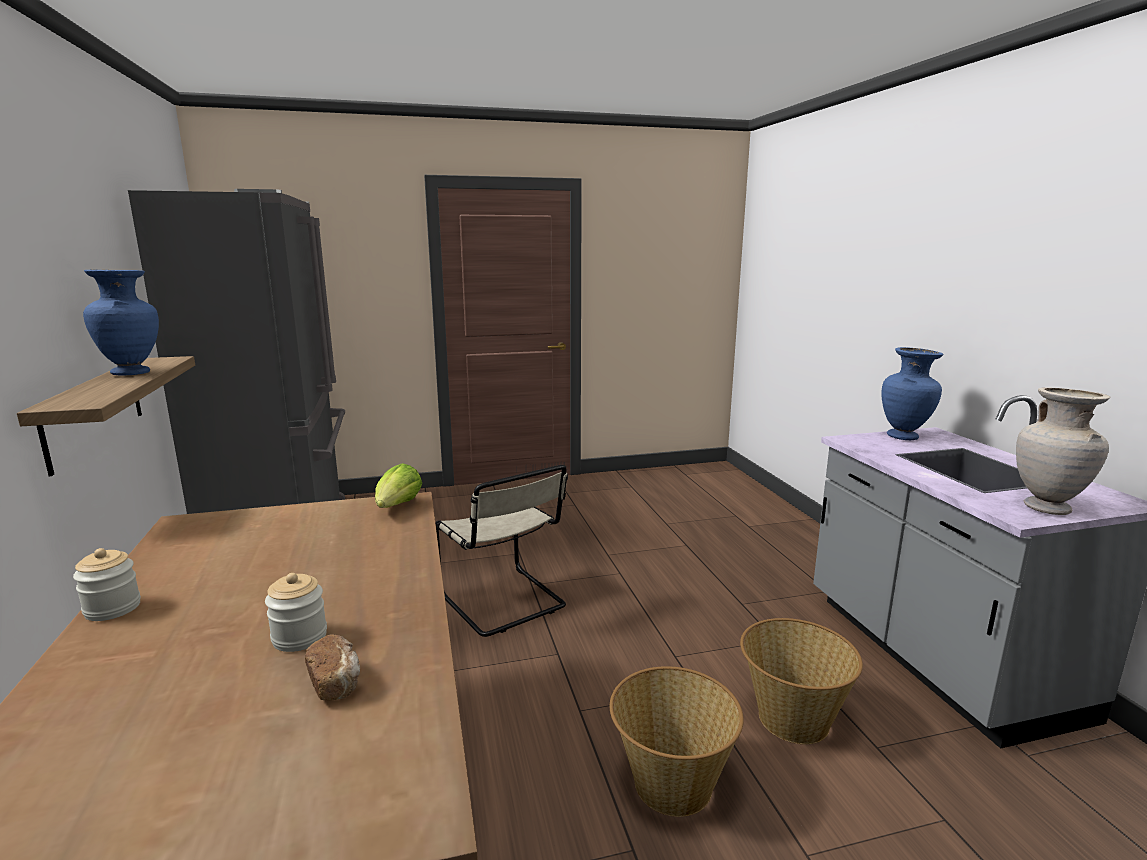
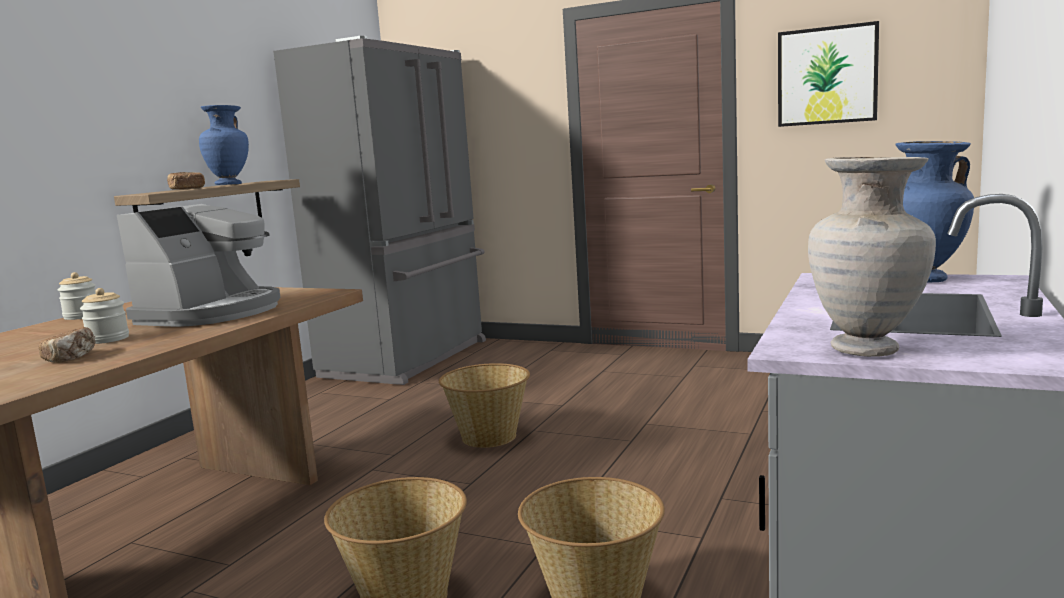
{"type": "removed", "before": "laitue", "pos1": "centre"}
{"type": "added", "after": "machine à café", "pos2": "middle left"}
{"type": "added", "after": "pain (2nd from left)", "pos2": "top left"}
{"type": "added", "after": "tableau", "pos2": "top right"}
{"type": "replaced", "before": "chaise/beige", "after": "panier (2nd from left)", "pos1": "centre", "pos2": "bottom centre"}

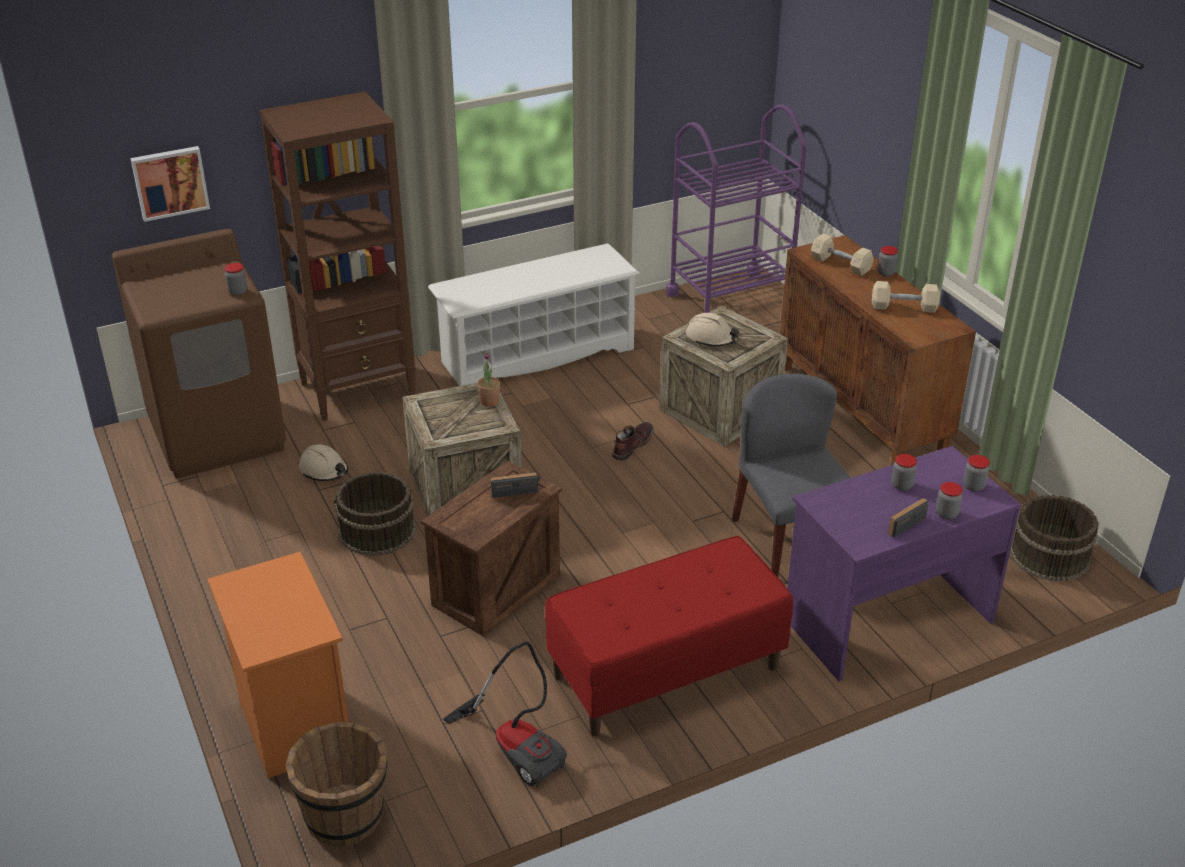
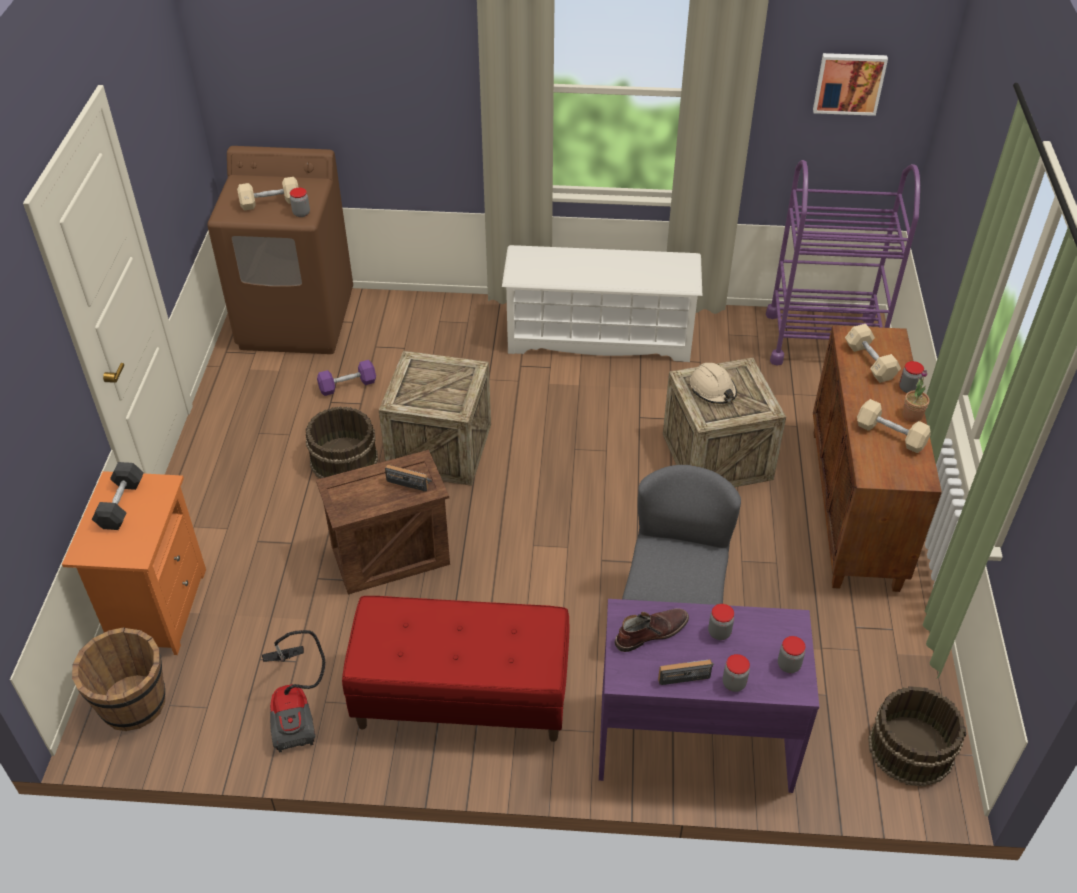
{"type": "removed", "before": "bibliothèque/marron", "pos1": "top left"}
{"type": "added", "after": "haltère/noir", "pos2": "middle left"}
{"type": "added", "after": "haltère/beige (1st from left)", "pos2": "top left"}
{"type": "moved", "before": "tableau", "pos1": "top left", "pos2": "top right"}
{"type": "moved", "before": "plante en pot", "pos1": "centre", "pos2": "middle right"}
{"type": "moved", "before": "botte/marron", "pos1": "centre", "pos2": "bottom centre"}
{"type": "replaced", "before": "casque de chantier/beige (1st from left)", "after": "haltère/violet", "pos1": "middle left", "pos2": "middle left"}

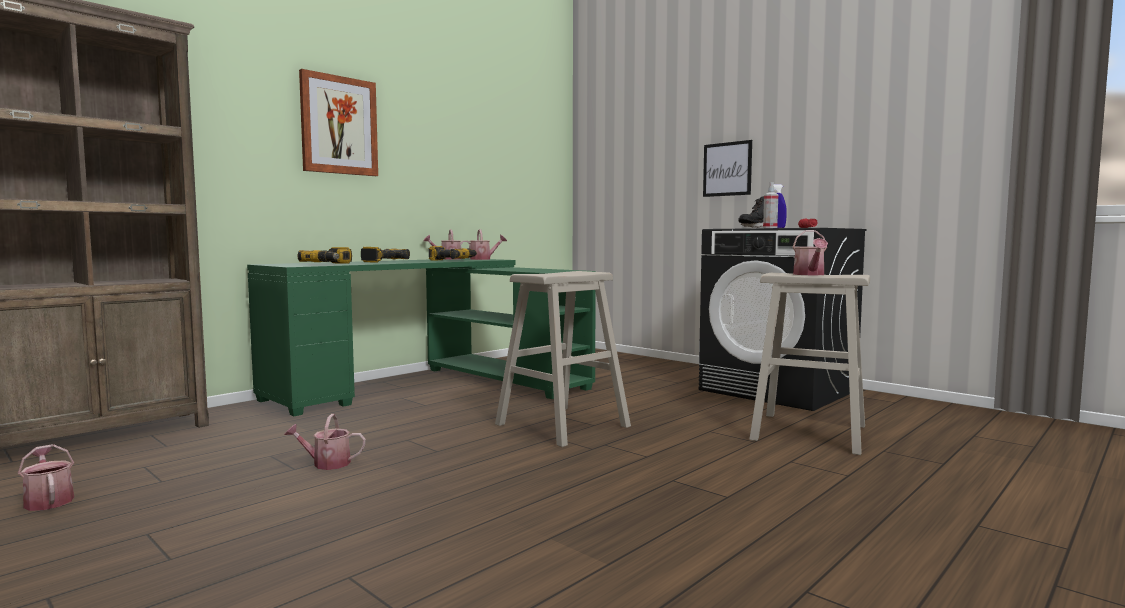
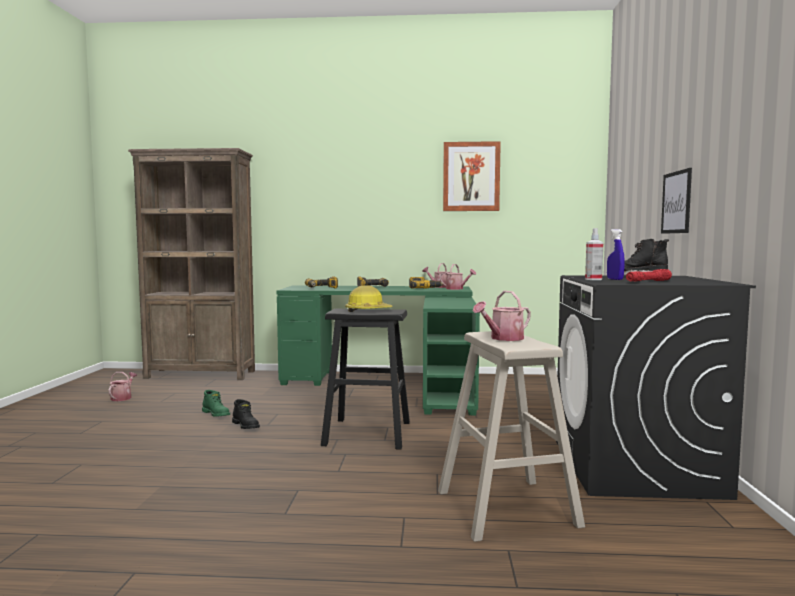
{"type": "added", "after": "botte/noir (1st from left)", "pos2": "bottom left"}
{"type": "added", "after": "casque de chantier", "pos2": "centre"}
{"type": "moved", "before": "tableau (1st from left)", "pos1": "top left", "pos2": "top centre"}
{"type": "replaced", "before": "arrosoir (2nd from left)", "after": "botte/vert", "pos1": "bottom left", "pos2": "bottom left"}
{"type": "recoloured", "before": "tabouret/beige (1st from left)", "after": "tabouret/noir", "pos1": "centre", "pos2": "centre"}

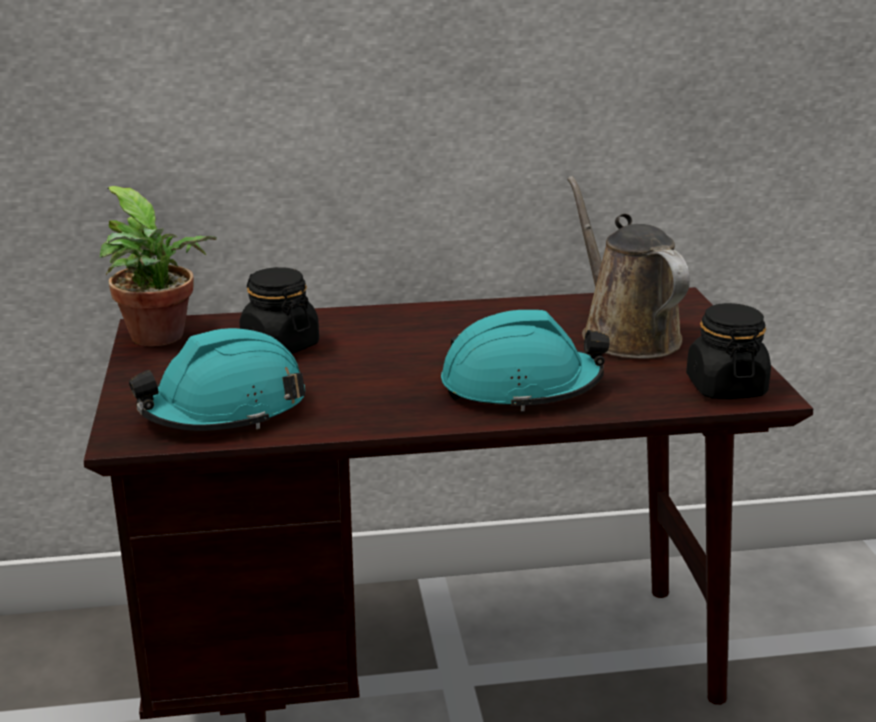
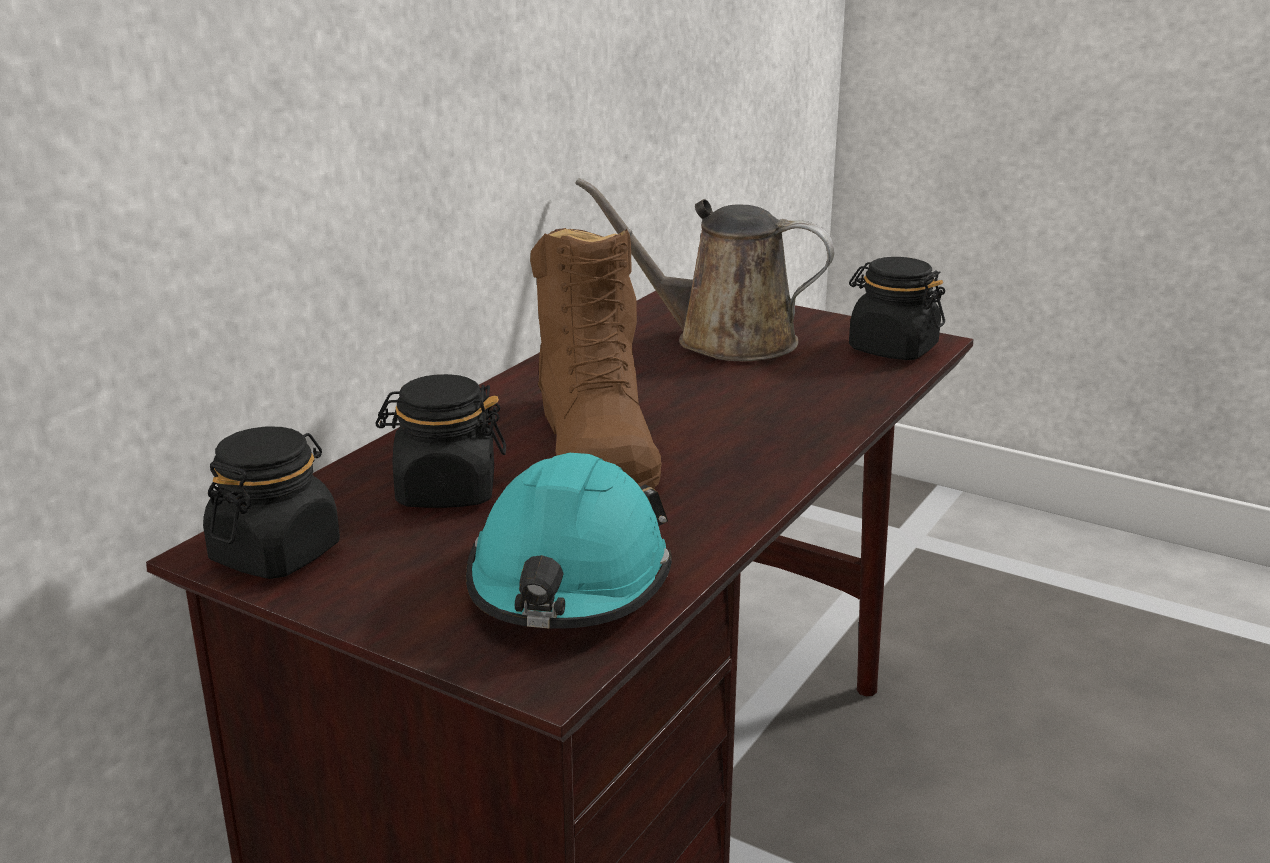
{"type": "removed", "before": "casque de chantier/turquoise (2nd from left)", "pos1": "centre"}
{"type": "added", "after": "botte/marron", "pos2": "centre"}
{"type": "replaced", "before": "plante en pot", "after": "bocal/noir (1st from left)", "pos1": "middle left", "pos2": "middle left"}

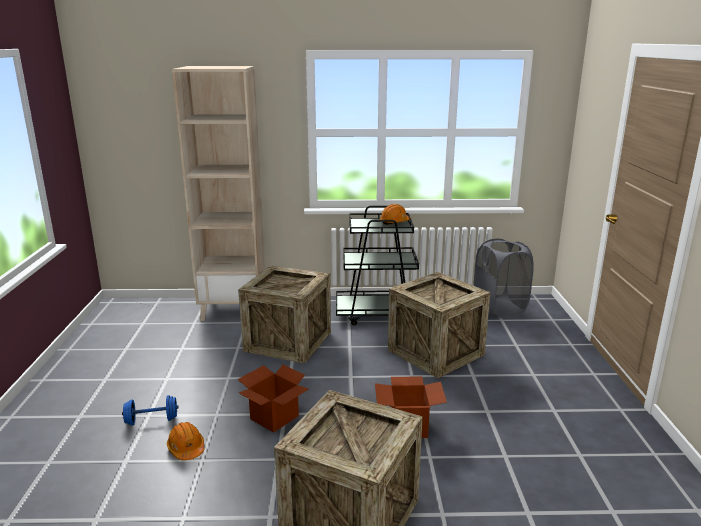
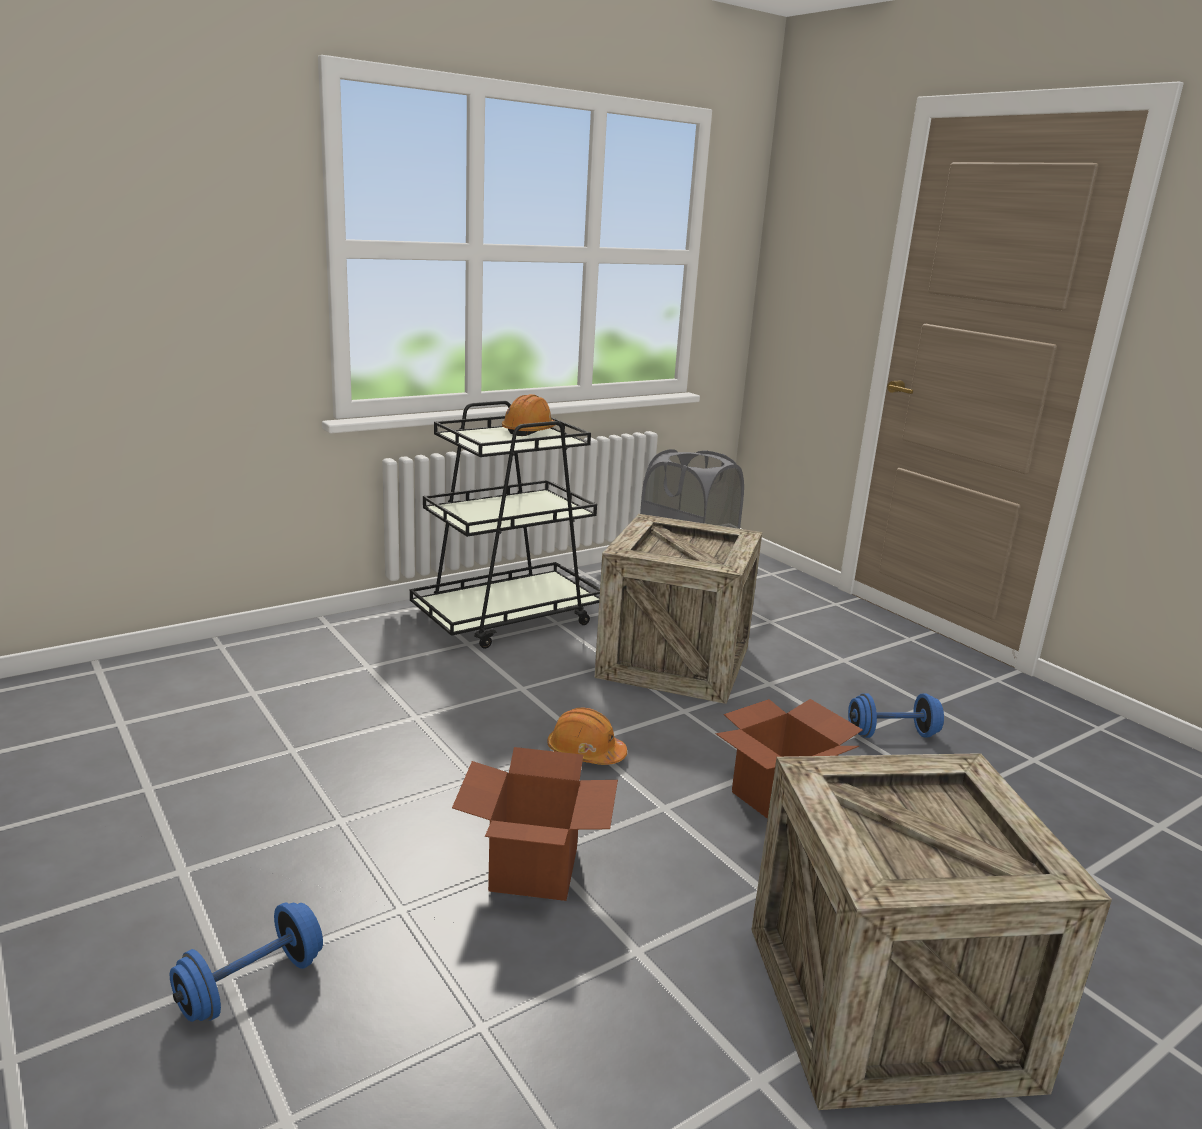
{"type": "removed", "before": "bibliothèque/beige", "pos1": "middle left"}
{"type": "removed", "before": "caisse (1st from left)", "pos1": "centre"}
{"type": "added", "after": "haltère/bleu (2nd from left)", "pos2": "middle right"}
{"type": "moved", "before": "casque de chantier/orange (1st from left in the first image)", "after": "casque de chantier/orange (2nd from left)", "pos1": "bottom left", "pos2": "centre"}

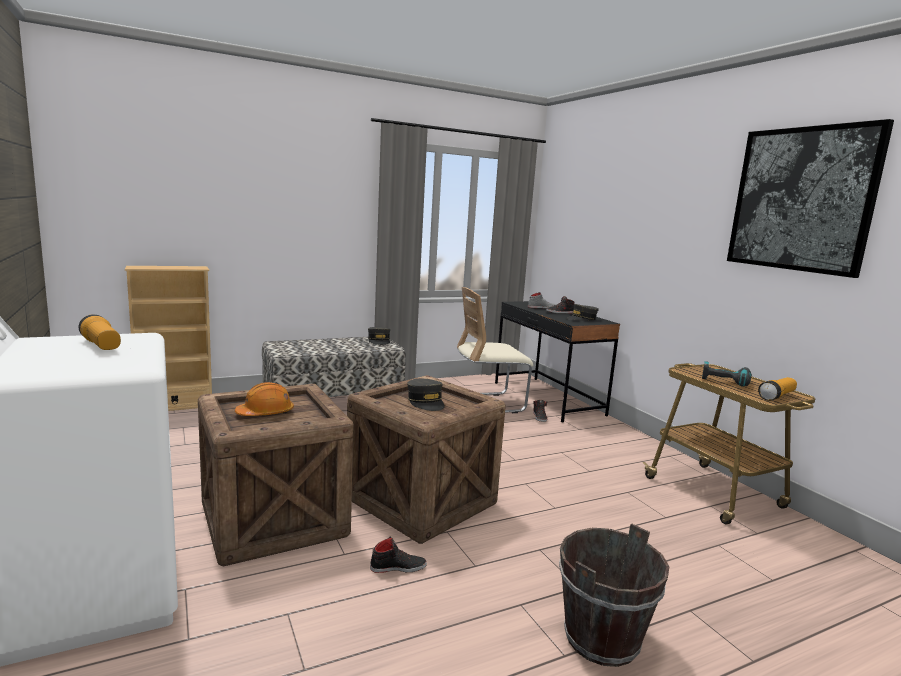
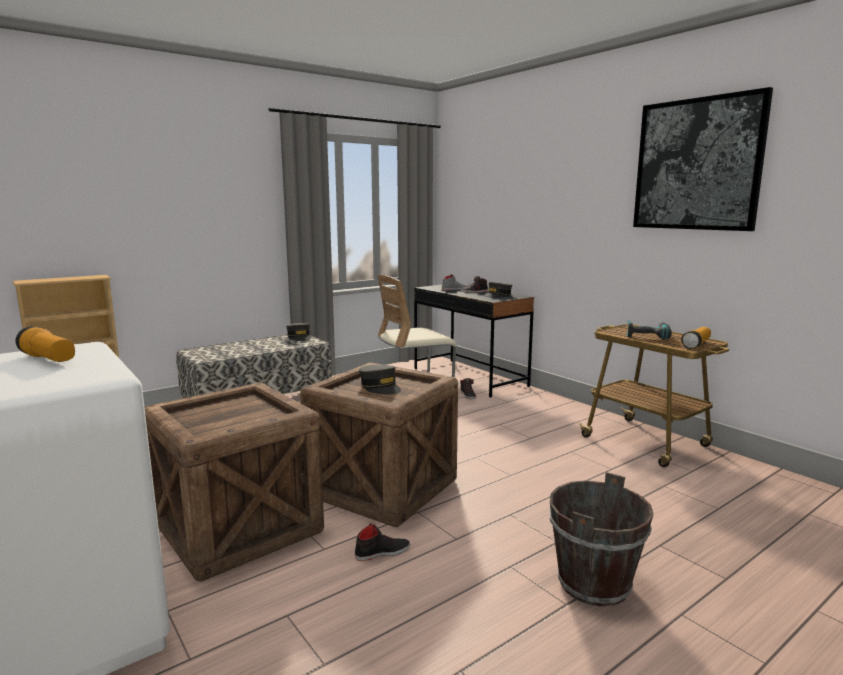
{"type": "removed", "before": "casque de chantier/orange", "pos1": "middle left"}

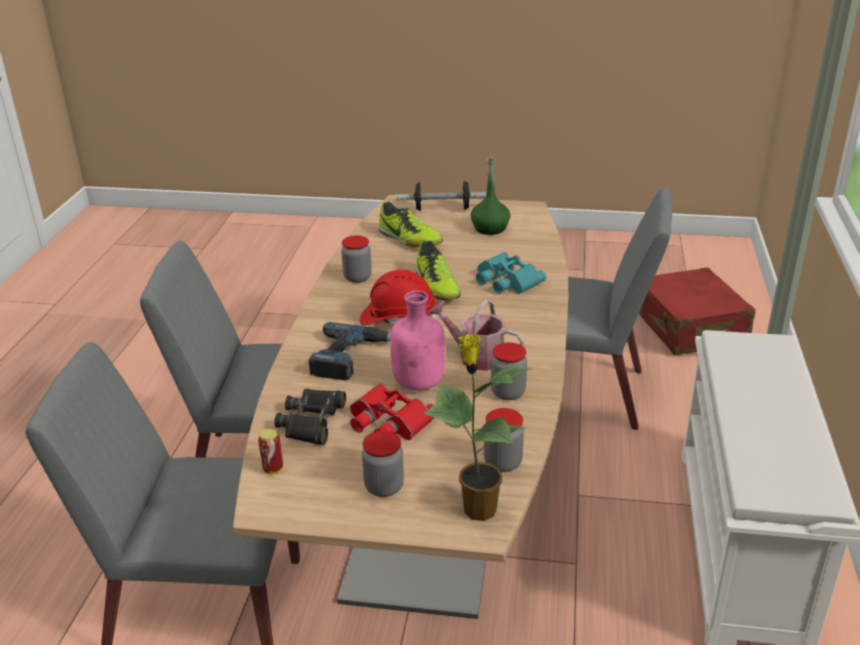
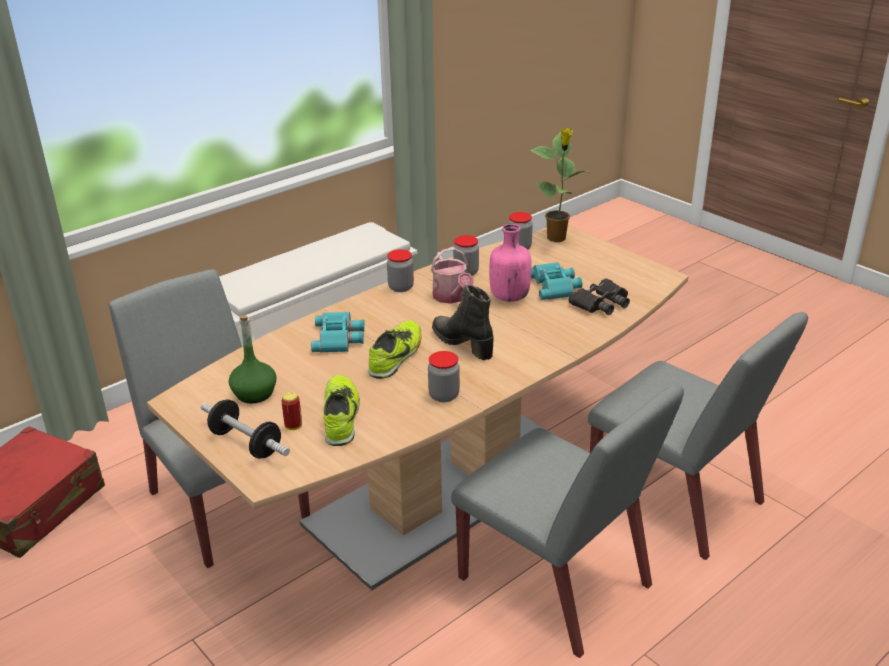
{"type": "removed", "before": "perceuse", "pos1": "centre"}
{"type": "moved", "before": "boîte métallique", "pos1": "bottom left", "pos2": "middle left"}
{"type": "moved", "before": "bocal (2nd from left in the first image)", "after": "bocal (1st from left)", "pos1": "bottom centre", "pos2": "centre"}
{"type": "replaced", "before": "casque de chantier/rouge", "after": "botte/noir", "pos1": "centre", "pos2": "centre"}
{"type": "recoloured", "before": "jumelles/rouge", "after": "jumelles/turquoise (2nd from left)", "pos1": "centre", "pos2": "centre"}

